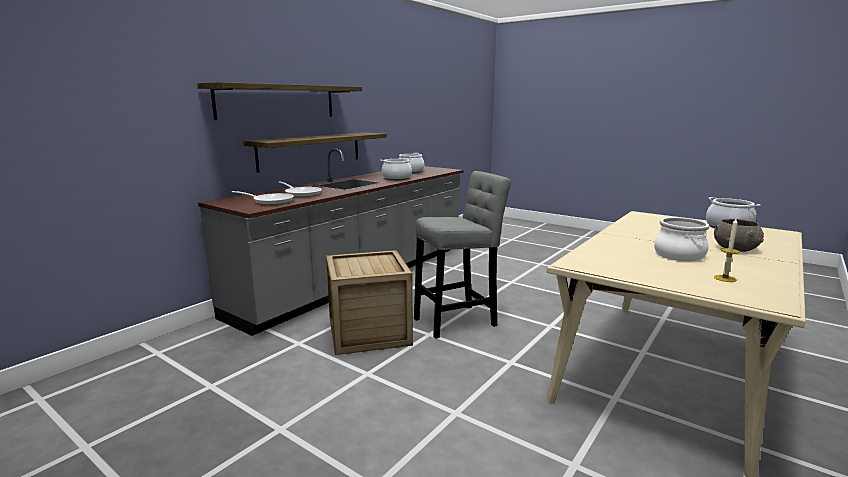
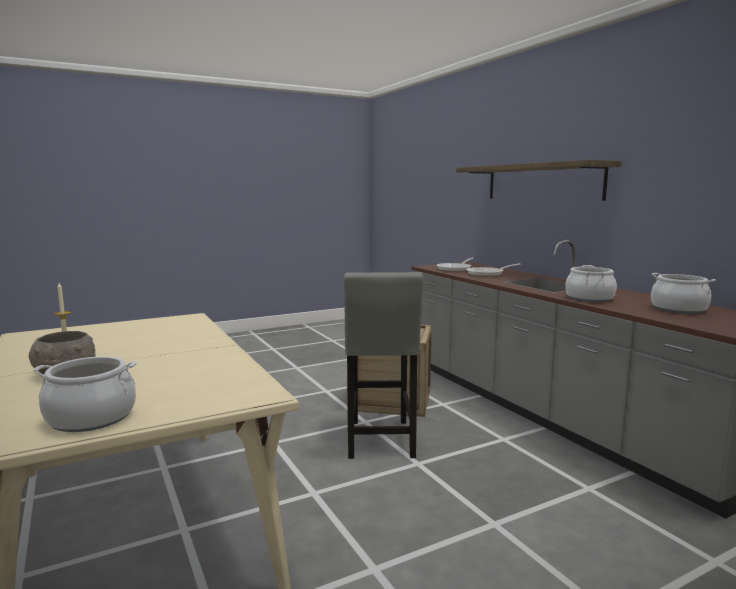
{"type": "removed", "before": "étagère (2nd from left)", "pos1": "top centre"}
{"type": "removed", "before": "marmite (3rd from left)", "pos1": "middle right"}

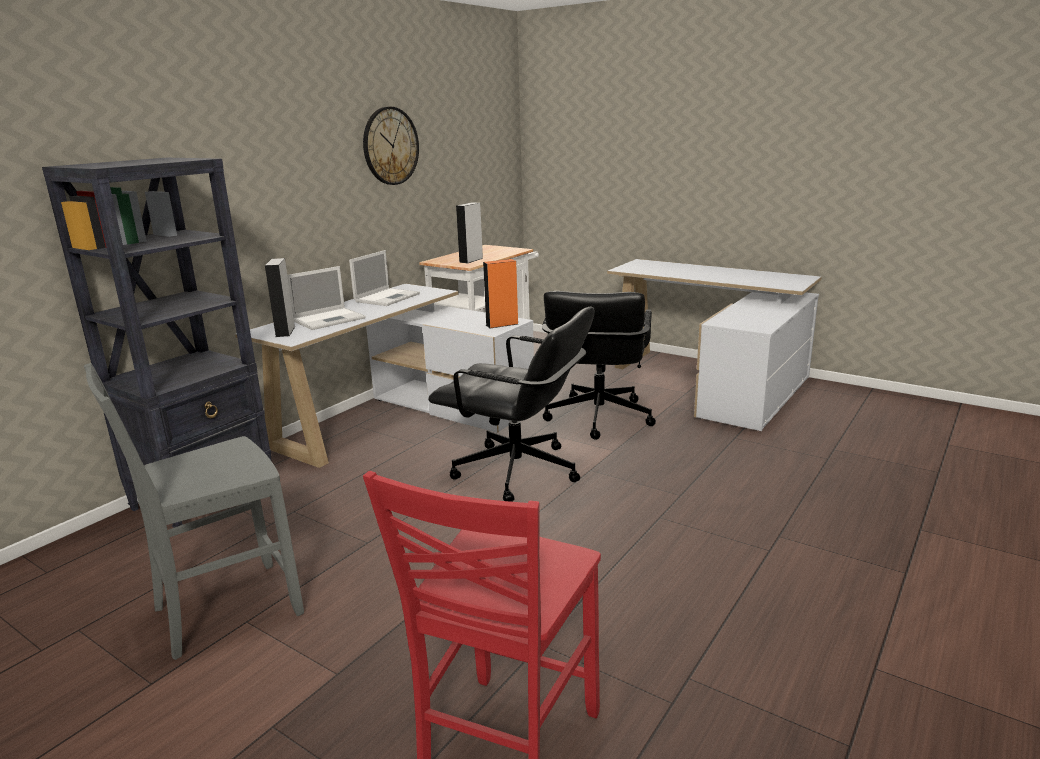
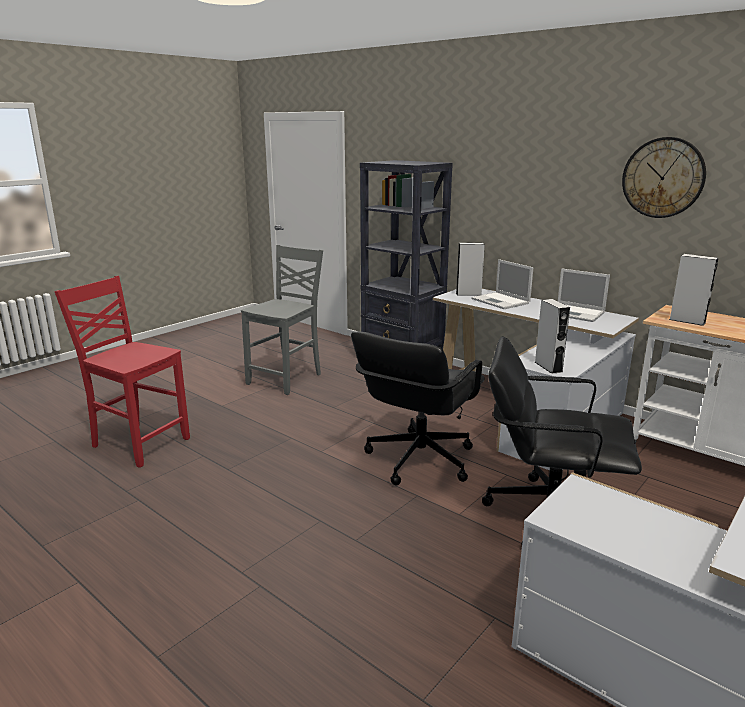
{"type": "recoloured", "before": "enceinte/orange", "after": "enceinte/gris (2nd from left)", "pos1": "centre", "pos2": "middle right"}
{"type": "turned", "before": "chaise/gris", "pos1": "bottom left", "pos2": "centre", "turn": 60}

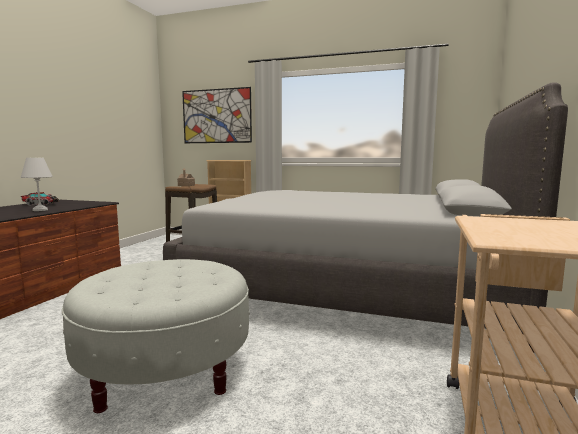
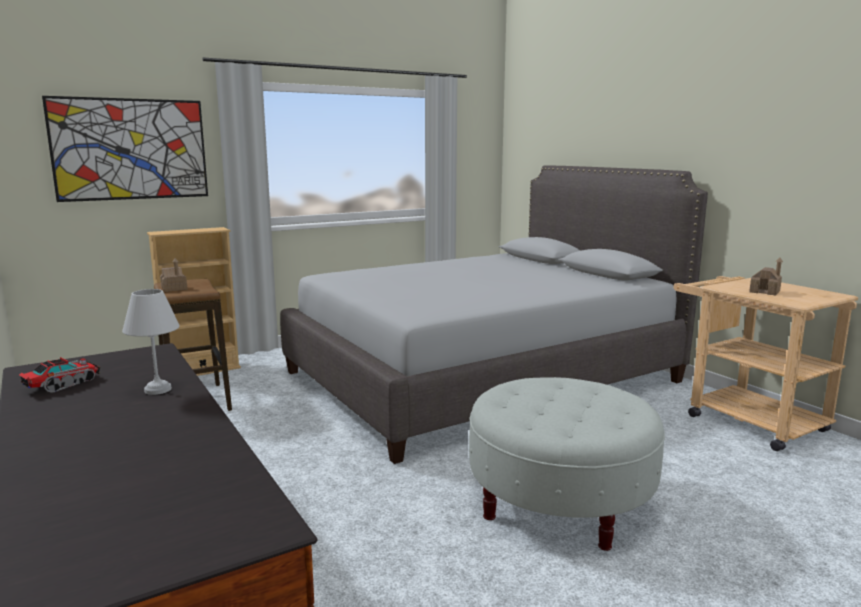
{"type": "added", "after": "maison miniature (2nd from left)", "pos2": "middle right"}

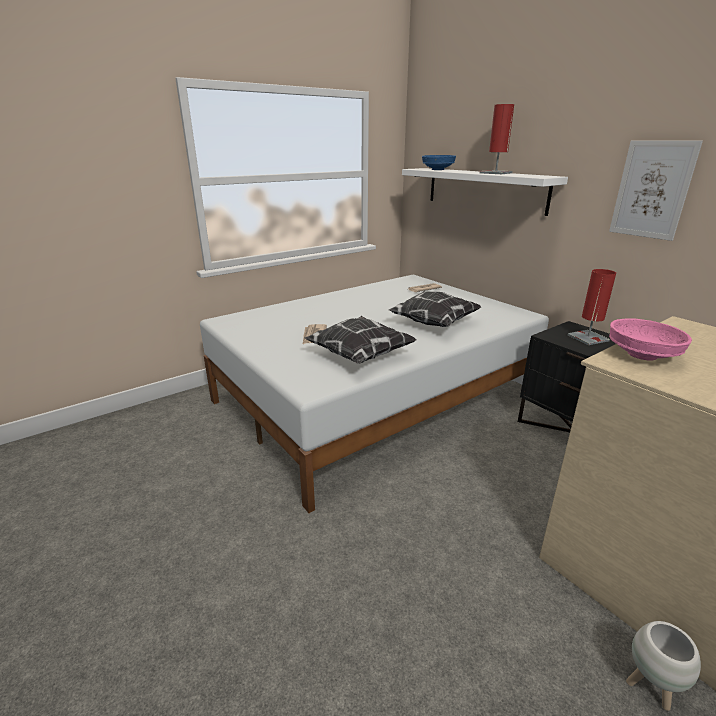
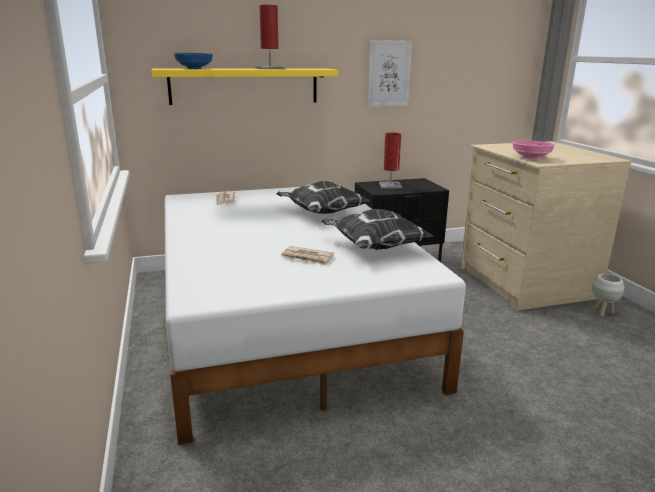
{"type": "recoloured", "before": "étagère/blanc", "after": "étagère/jaune", "pos1": "top right", "pos2": "top centre"}

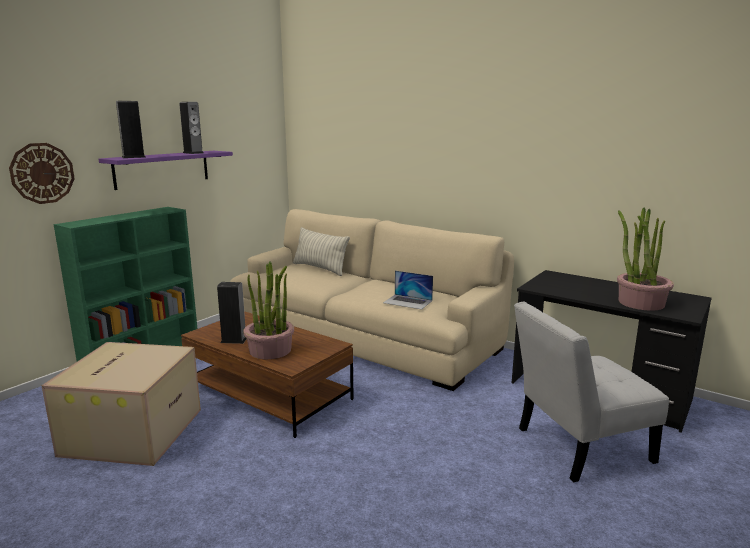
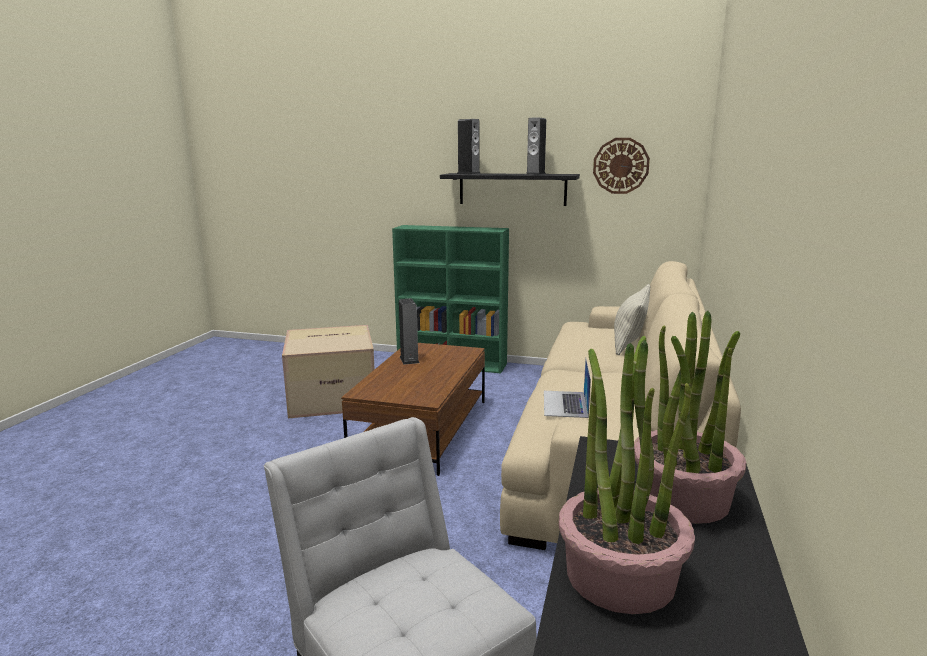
{"type": "moved", "before": "horloge murale", "pos1": "top left", "pos2": "top right"}
{"type": "moved", "before": "plante en pot (1st from left in the first image)", "after": "plante en pot (2nd from left)", "pos1": "centre", "pos2": "middle right"}
{"type": "recoloured", "before": "étagère/violet", "after": "étagère/noir", "pos1": "top left", "pos2": "top centre"}

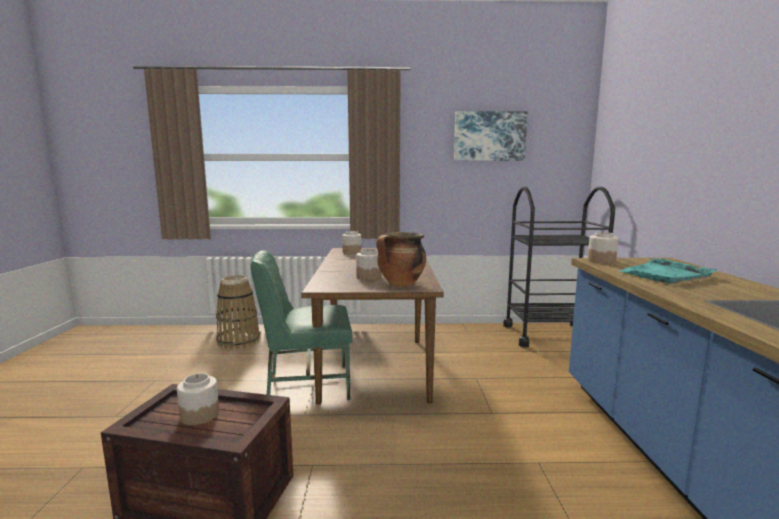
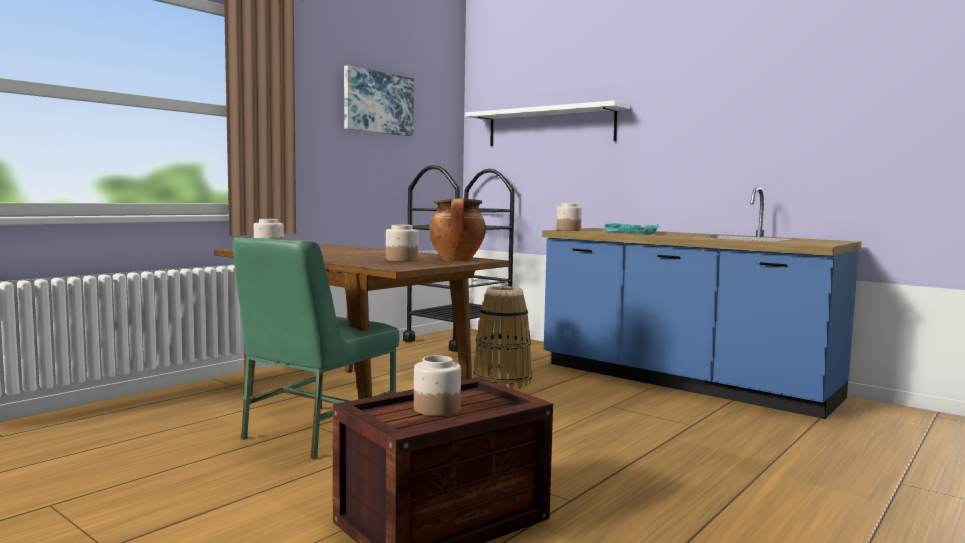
{"type": "added", "after": "étagère/blanc", "pos2": "top centre"}
{"type": "moved", "before": "panier", "pos1": "middle left", "pos2": "centre"}

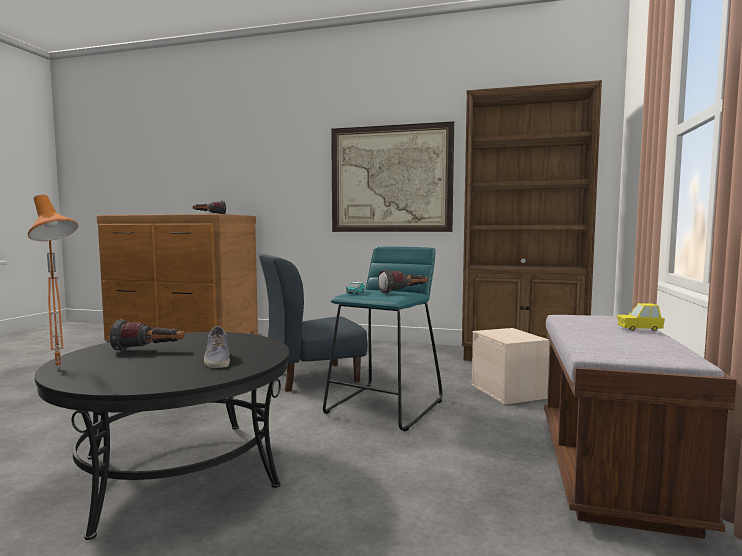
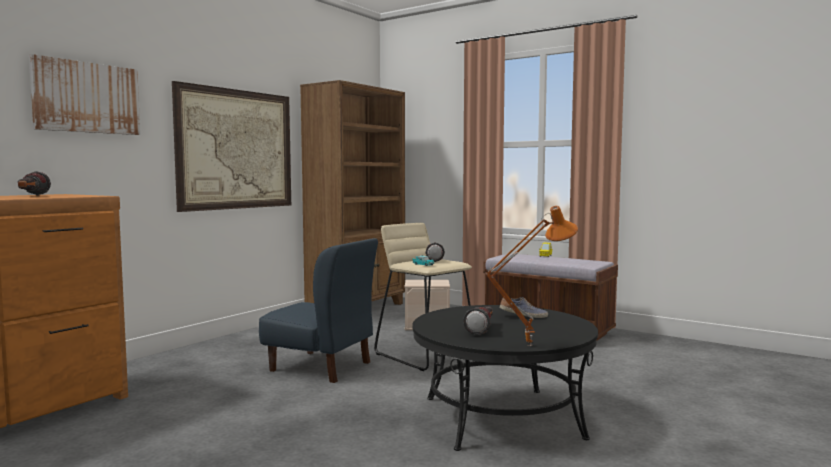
{"type": "added", "after": "tableau (1st from left)", "pos2": "top left"}
{"type": "recoloured", "before": "tabouret/turquoise", "after": "tabouret/beige", "pos1": "centre", "pos2": "centre"}
{"type": "turned", "before": "chaise/bleu", "pos1": "centre", "pos2": "centre", "turn": -60}

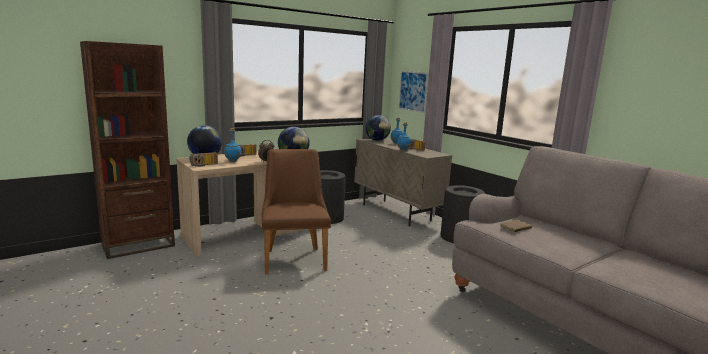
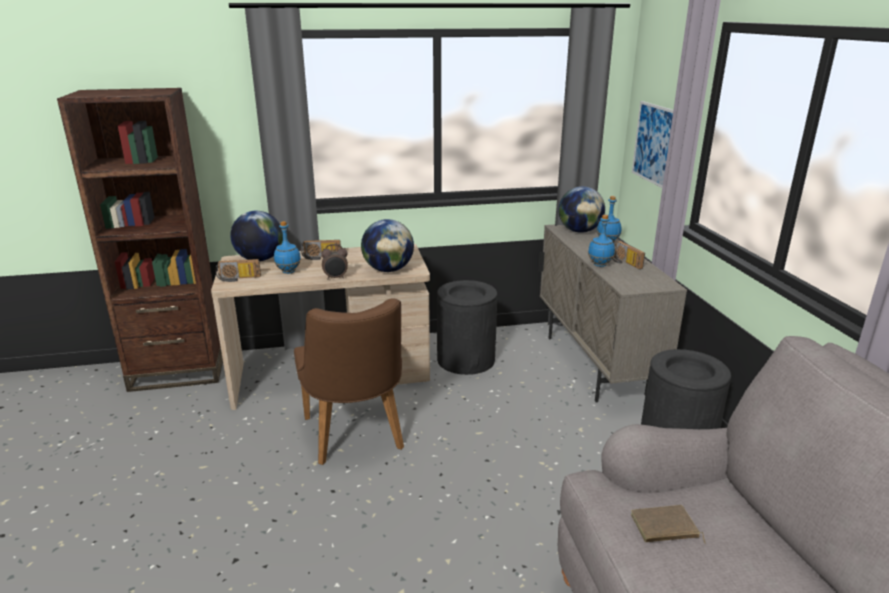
{"type": "turned", "before": "chaise/marron", "pos1": "centre", "pos2": "centre", "turn": 150}

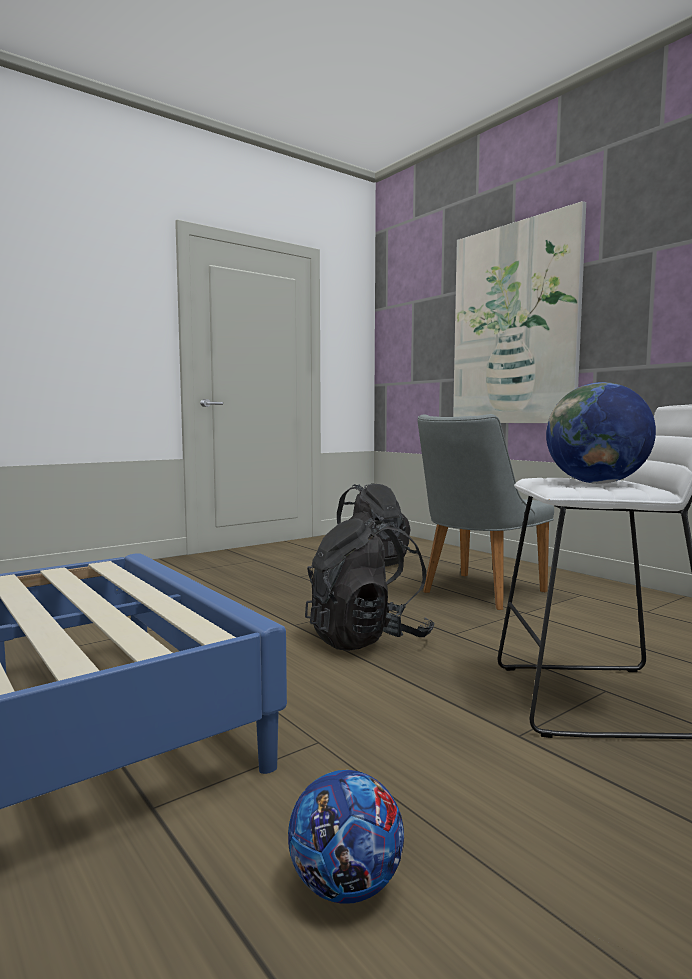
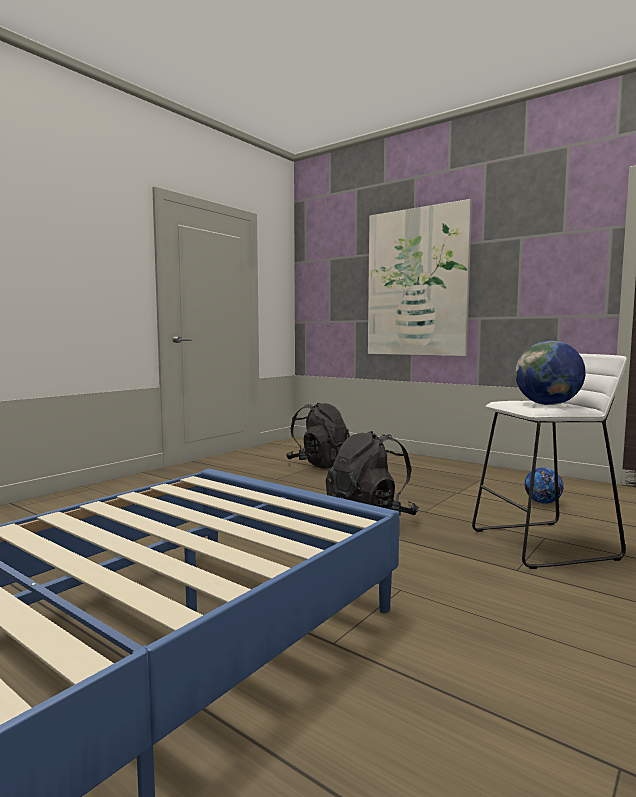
{"type": "removed", "before": "chaise/gris", "pos1": "middle right"}
{"type": "moved", "before": "ballon de foot", "pos1": "bottom centre", "pos2": "middle right"}

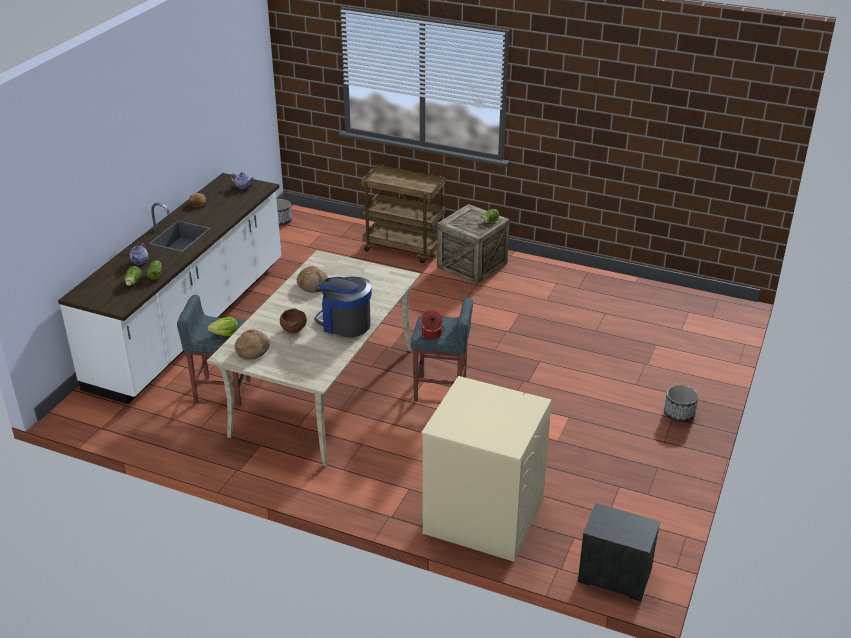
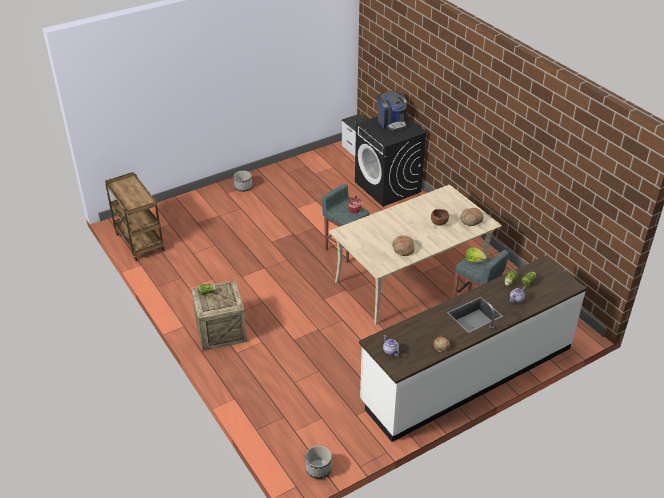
{"type": "moved", "before": "machine à café", "pos1": "centre", "pos2": "top centre"}
{"type": "moved", "before": "chariot/marron", "pos1": "centre", "pos2": "middle left"}
{"type": "recoloured", "before": "lave-linge/beige", "after": "lave-linge/noir", "pos1": "bottom centre", "pos2": "top centre"}

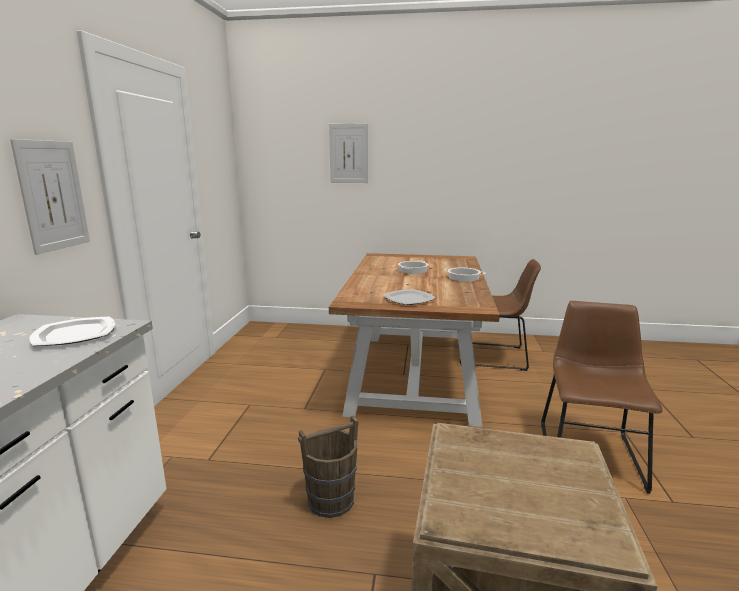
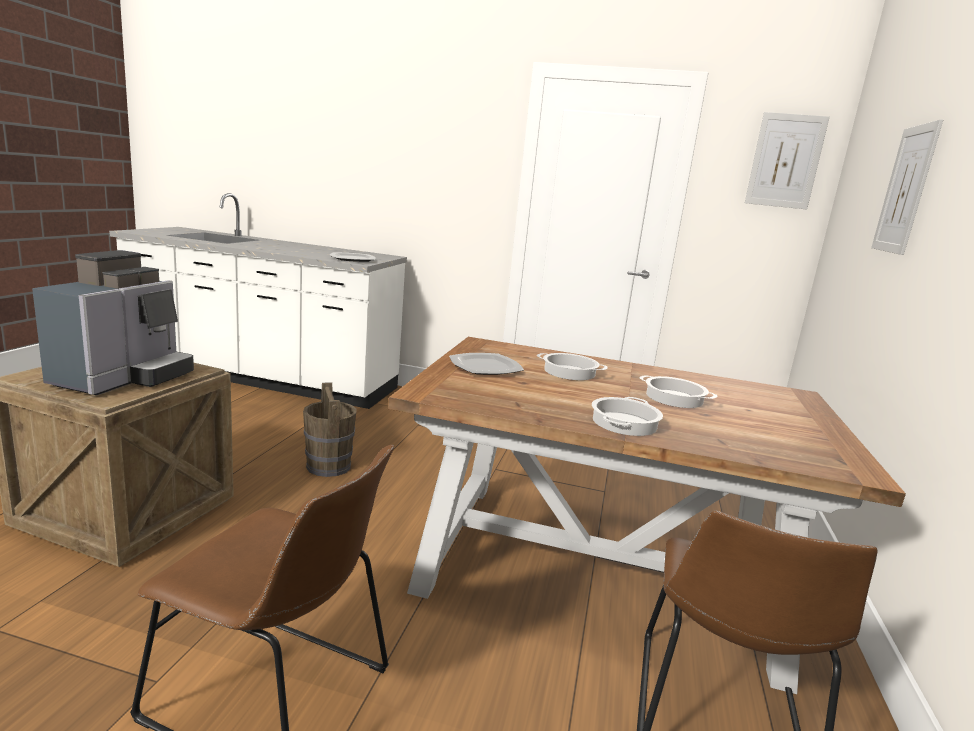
{"type": "added", "after": "machine à café", "pos2": "middle left"}
{"type": "added", "after": "marmite (1st from left)", "pos2": "centre"}
{"type": "moved", "before": "tableau (1st from left)", "pos1": "middle left", "pos2": "top right"}

